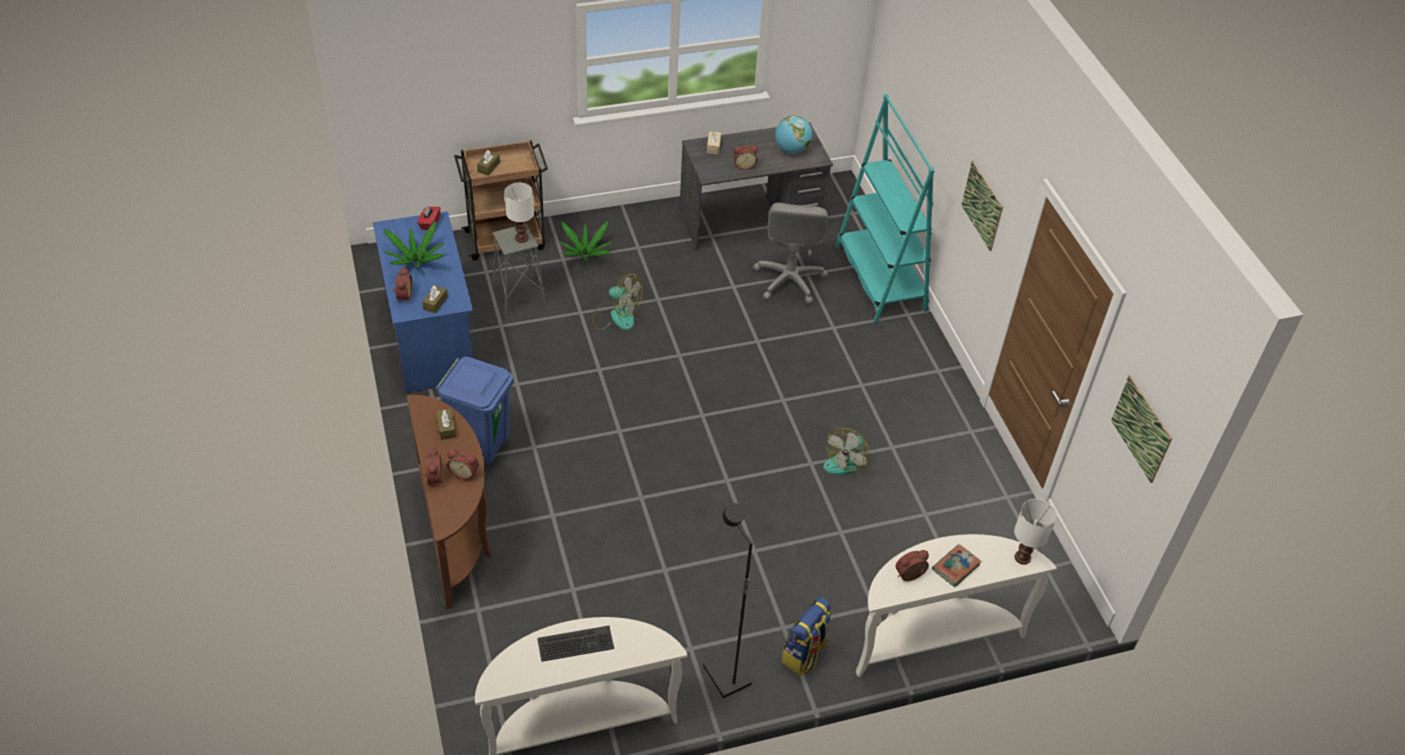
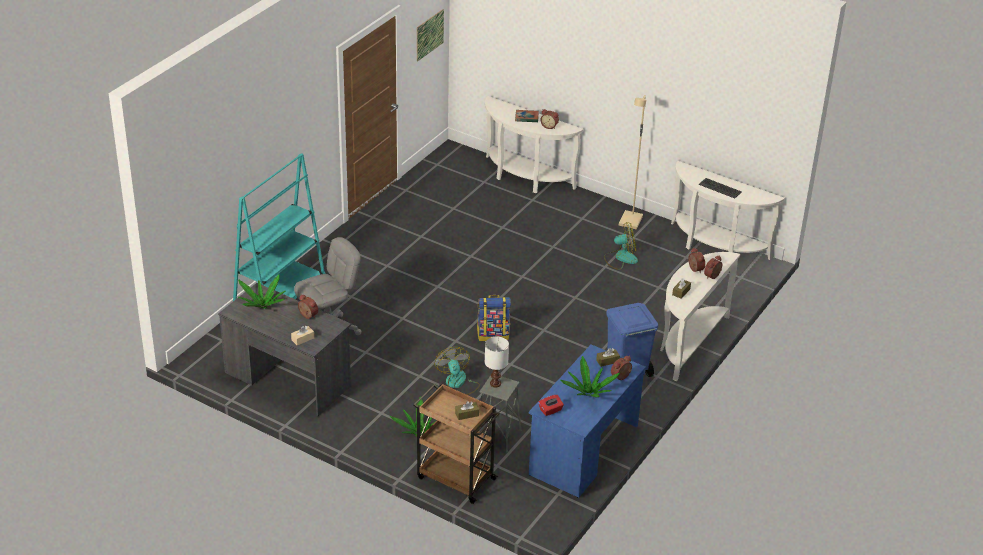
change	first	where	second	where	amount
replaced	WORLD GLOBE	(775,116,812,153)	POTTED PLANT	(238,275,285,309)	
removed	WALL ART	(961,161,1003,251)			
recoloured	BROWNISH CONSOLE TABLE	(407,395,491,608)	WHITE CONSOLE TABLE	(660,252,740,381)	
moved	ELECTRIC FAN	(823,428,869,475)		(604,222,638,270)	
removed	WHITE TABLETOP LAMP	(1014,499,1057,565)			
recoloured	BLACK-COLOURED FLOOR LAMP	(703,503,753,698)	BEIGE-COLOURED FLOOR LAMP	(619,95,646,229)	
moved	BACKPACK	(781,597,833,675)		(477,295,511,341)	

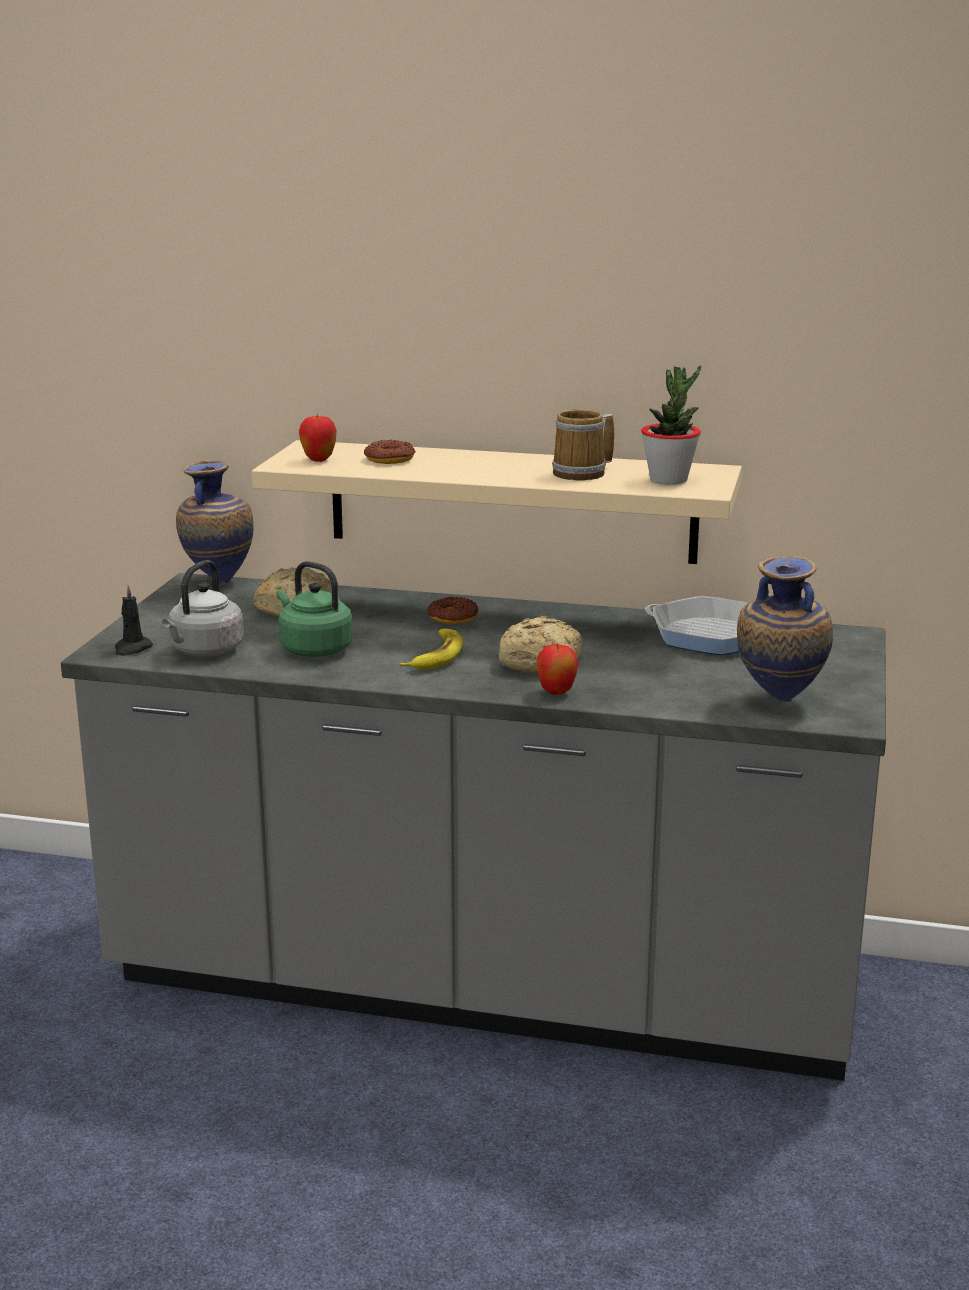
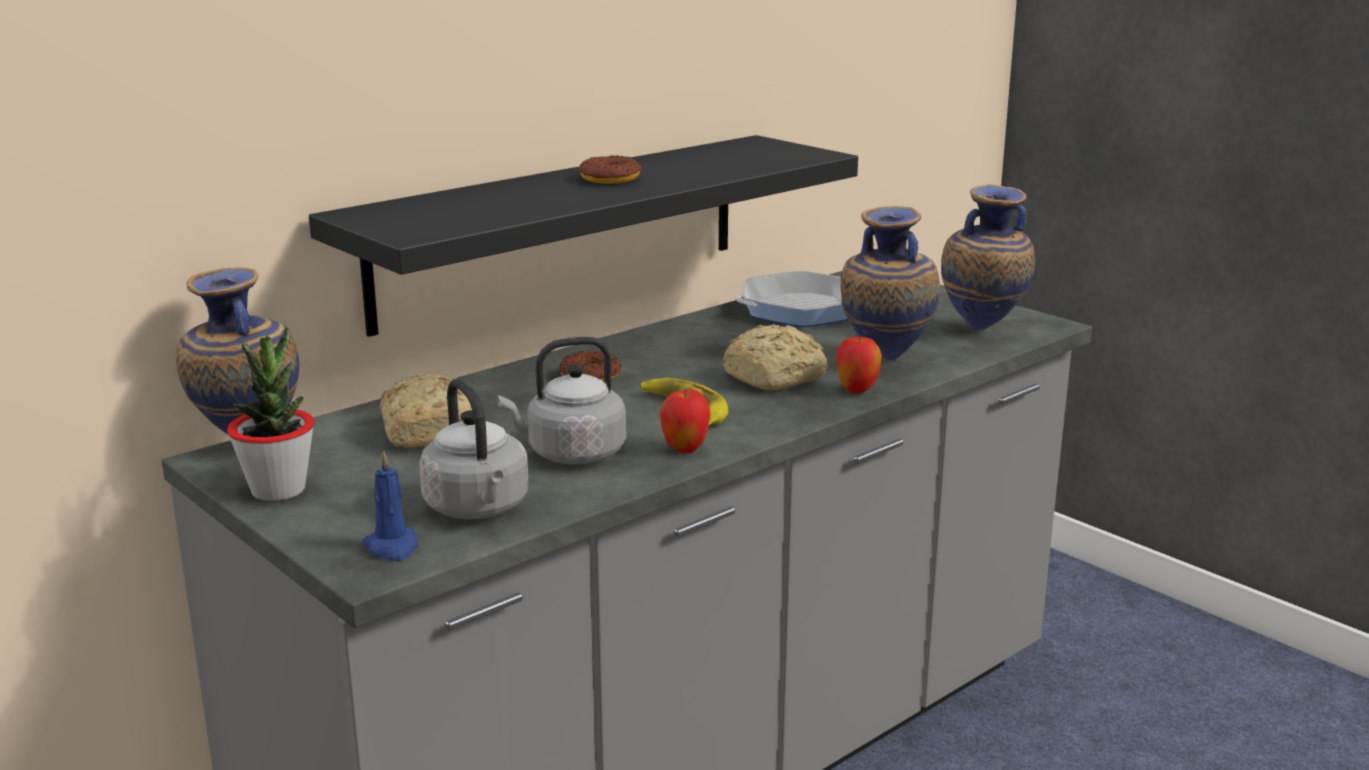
change	first	where	second	where	amount
moved	POTTED PLANT	(641,366,701,485)		(227,327,315,501)	
removed	TEA MUG	(552,409,614,481)			
moved	WHOLE APPLE	(299,414,337,462)		(660,389,710,453)	
recoloured	BEIGE-COLOURED BRACKET SHELF	(252,440,742,564)	BLACK-COLOURED BRACKET SHELF	(309,135,858,337)	
moved	DONUT	(364,440,416,464)		(578,155,641,184)	
recoloured	GREEN TEA KETTLE	(276,561,353,657)	GRAY TEA KETTLE	(497,337,626,464)	
recoloured	BLACK-COLOURED WAX CANDLE	(115,585,153,656)	BLUE WAX CANDLE	(362,451,418,561)	
added			FLOWER VASE	(840,206,940,360)	

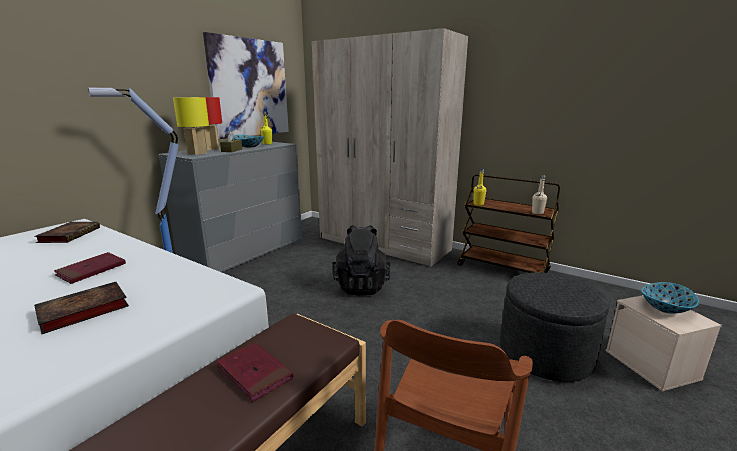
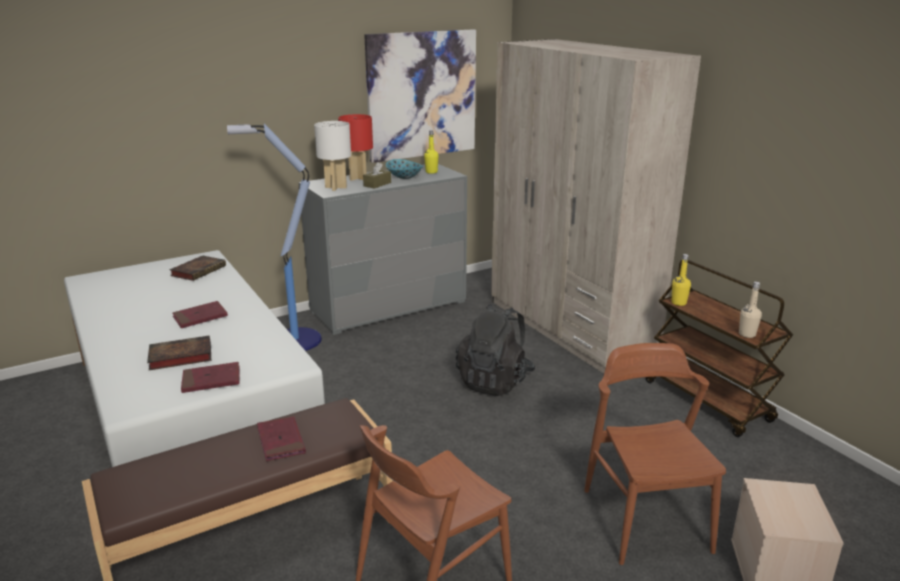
change	first	where	second	where	amount
recoloured	YELLOW-COLOURED TABLETOP LAMP	(173,97,209,155)	WHITE TABLETOP LAMP	(314,121,351,191)	
replaced	GRAY OTTOMAN	(500,272,609,382)	BROWNISH CHAIR	(584,343,726,565)	
removed	SERVING BOWL	(641,282,699,313)			
added			REDDISH BOOK	(181,362,240,393)	

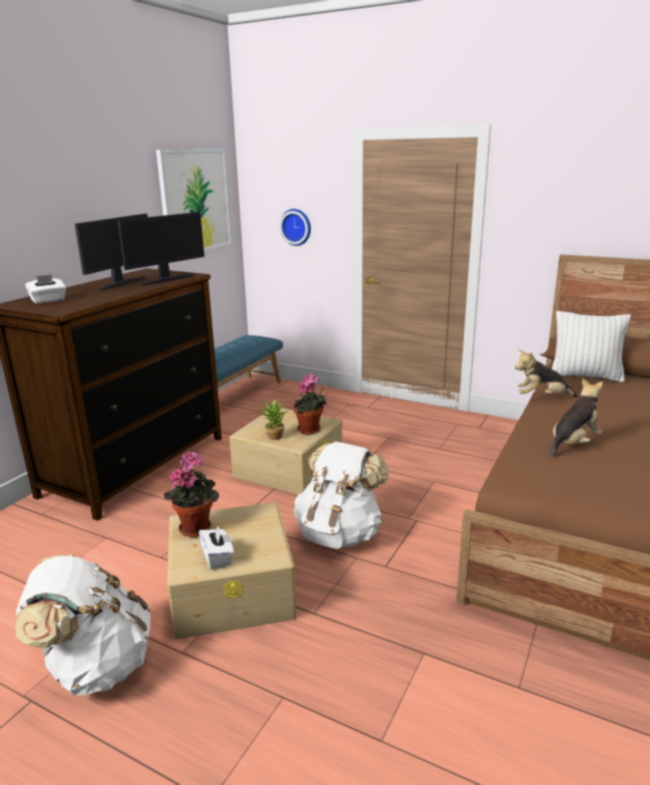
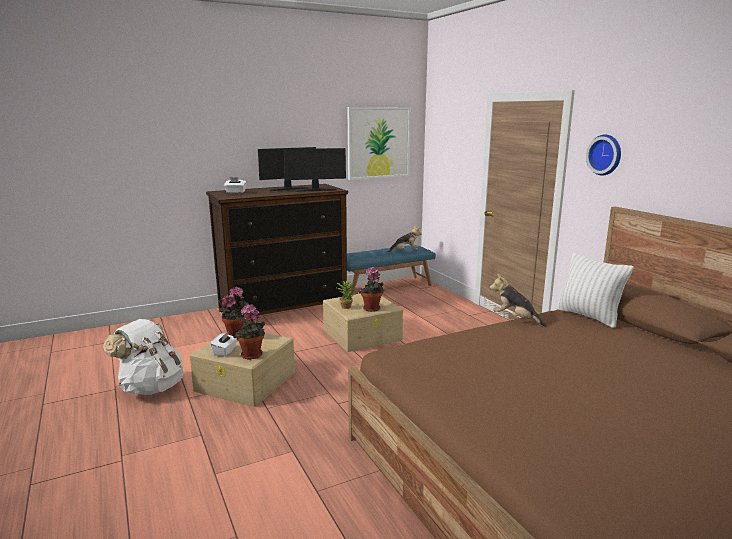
change	first	where	second	where	amount
moved	CLOCK ON THE WALL	(279,209,311,246)		(586,134,621,176)	
moved	SOFT TOY	(550,379,603,458)		(387,225,421,253)	
removed	WHITE BACKPACK	(294,441,389,549)			
added			POTTED PLANT	(233,305,265,360)	

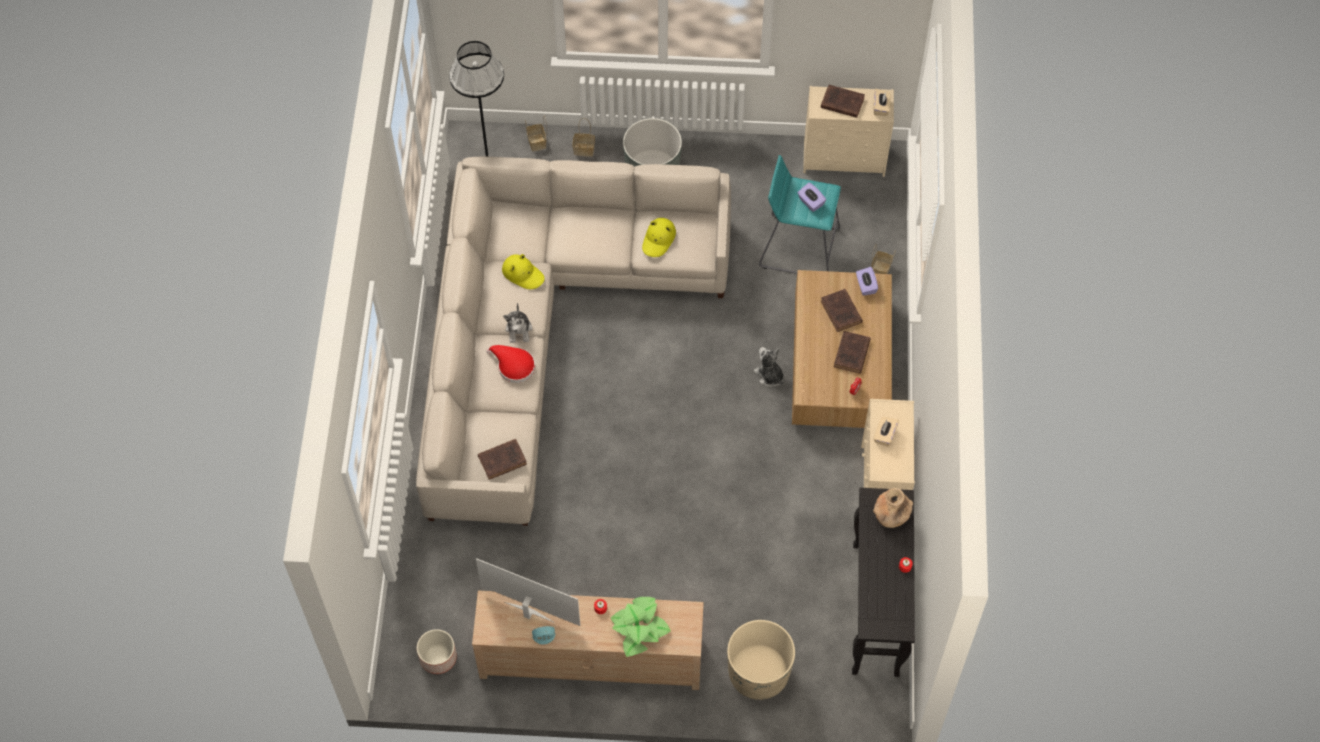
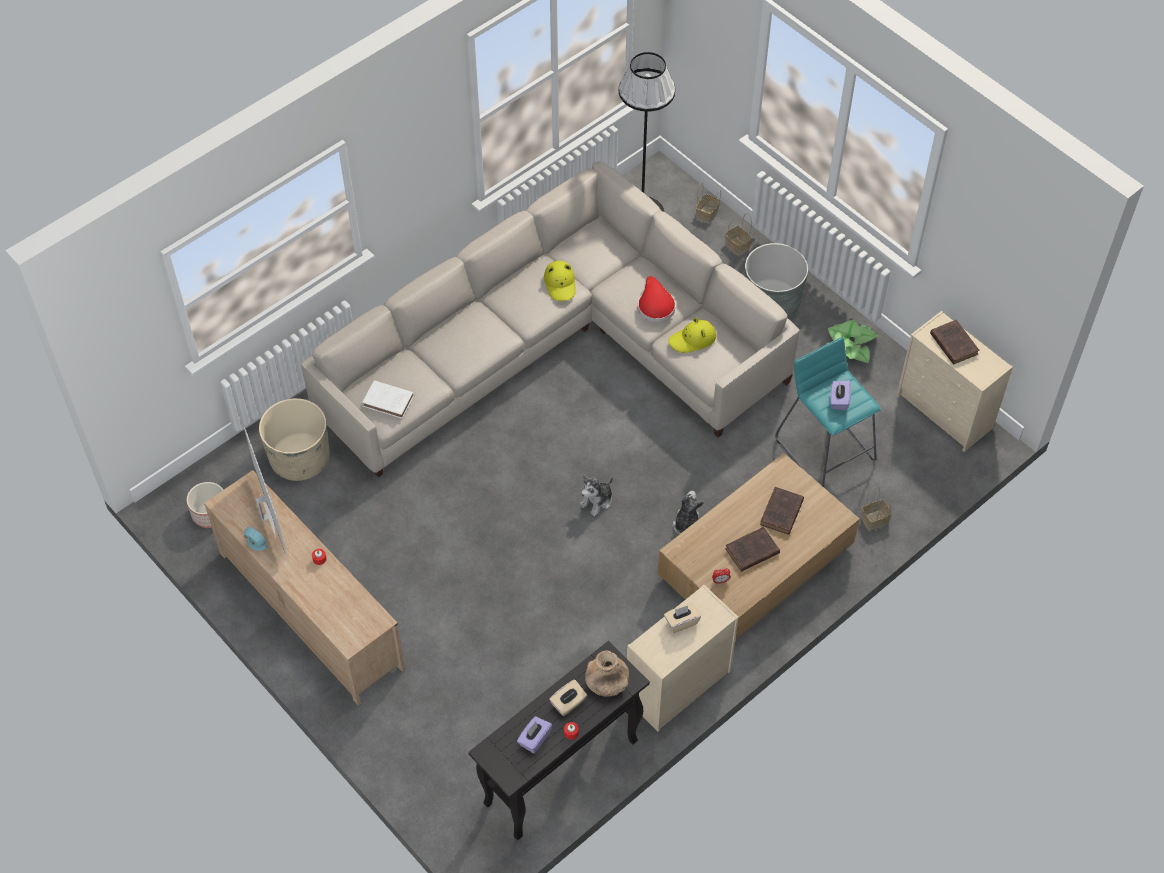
change	first	where	second	where	amount
moved	BEIGE-COLOURED TISSUE BOX	(874,89,891,116)		(549,680,587,716)	
moved	PURPLISH TISSUE BOX	(856,267,878,296)		(517,716,552,754)	
moved	SOFT TOY	(503,303,532,343)		(580,475,613,516)	
moved	REDDISH WEARABLE HAT	(486,345,535,383)		(638,276,675,323)	
recoloured	BROWNISH BOOK	(478,439,527,480)	WHITE BOOK	(362,380,414,419)	
moved	POTTED PLANT	(611,597,671,657)		(827,320,878,363)	
moved	BEIGE-COLOURED PLANTER	(727,620,795,700)		(259,398,330,481)	

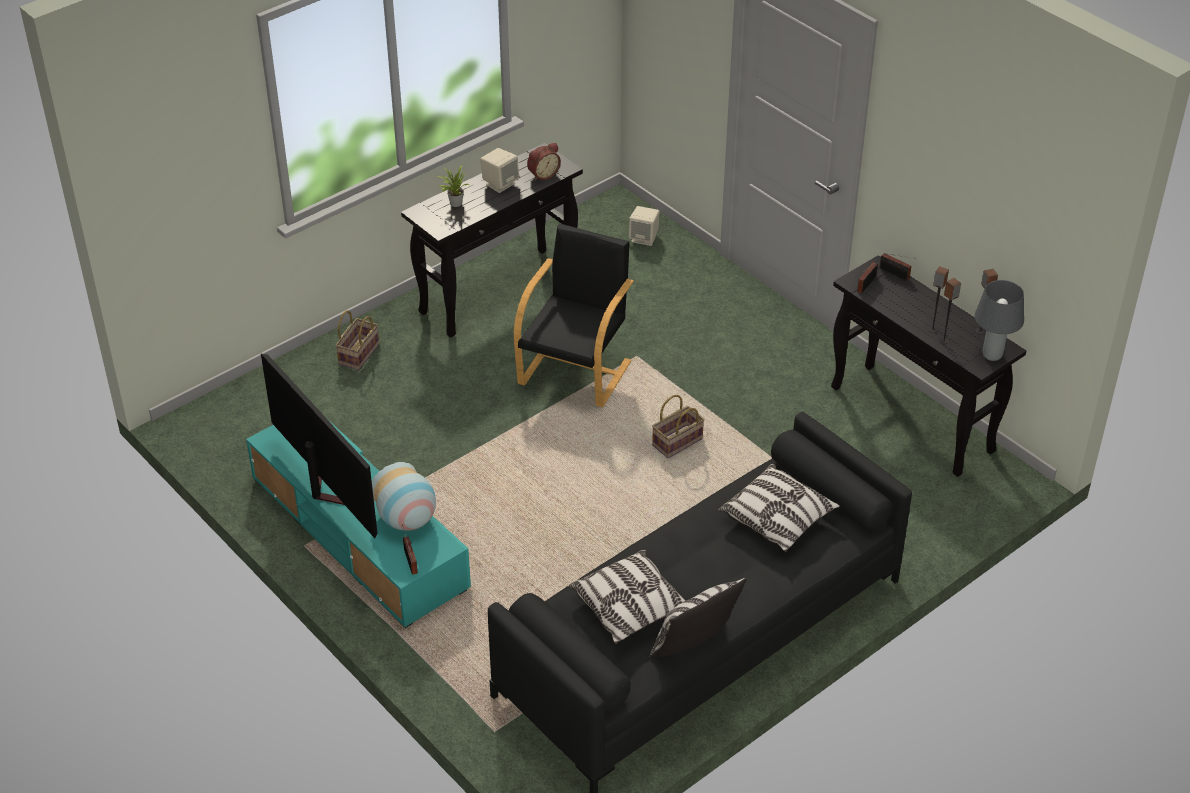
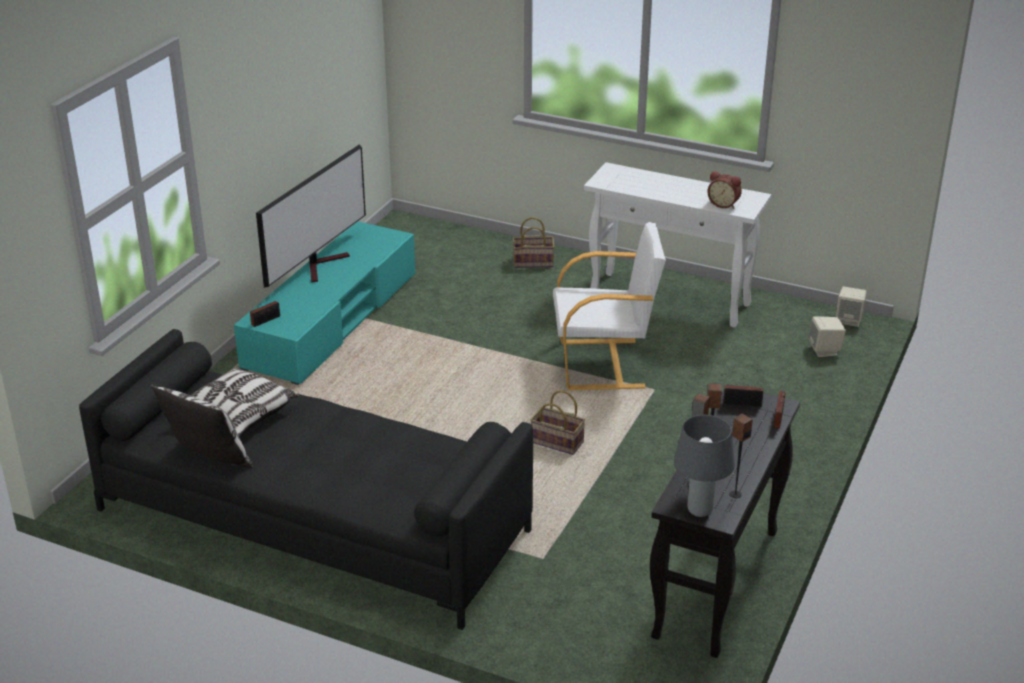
change	first	where	second	where	amount
recoloured	BLACK-COLOURED CONSOLE TABLE	(401,143,583,338)	WHITE CONSOLE TABLE	(584,162,771,328)	
moved	BEIGE-COLOURED AUDIO SPEAKER	(480,148,519,193)		(836,286,867,327)	
removed	POTTED PLANT	(437,165,469,207)			
recoloured	BLACK-COLOURED EASY CHAIR	(514,224,634,407)	WHITE EASY CHAIR	(553,222,666,390)	
removed	FLOWER VASE	(372,462,436,531)			
removed	THROW PILLOW	(719,464,840,552)			

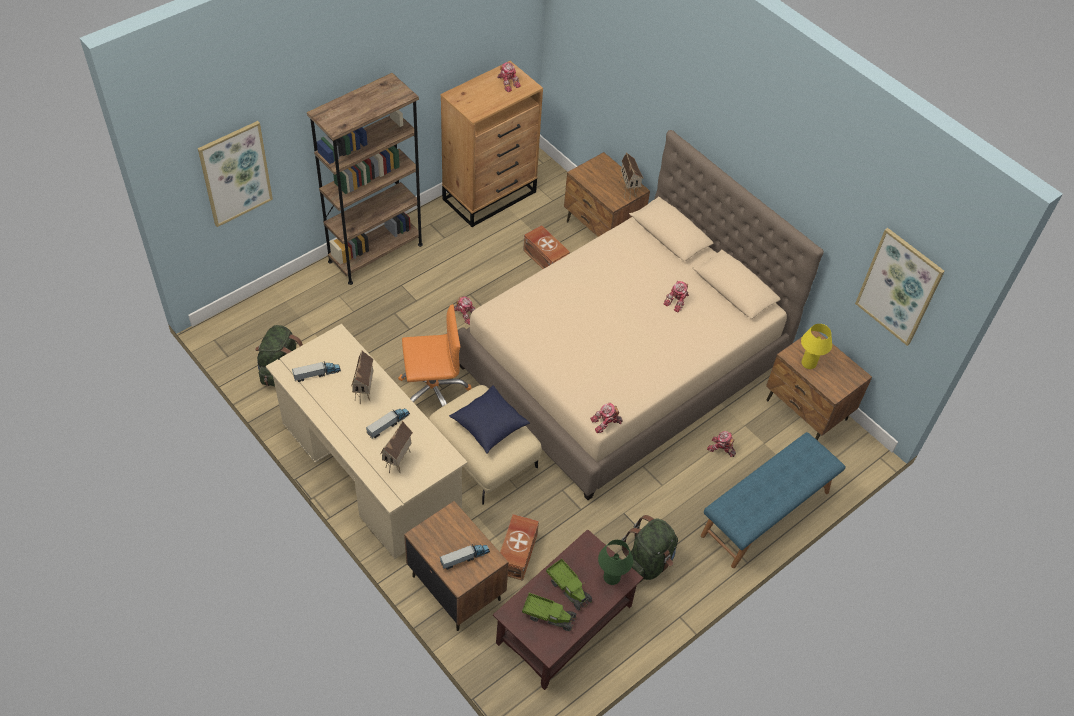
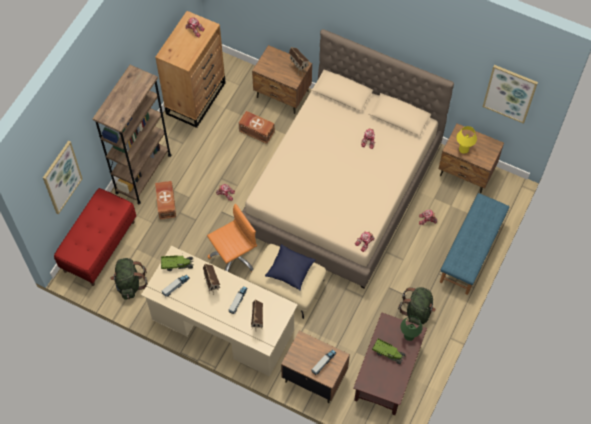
change	first	where	second	where	amount
moved	BROWNISH STORAGE CONTAINER	(500,514,539,581)		(155,181,176,220)	
moved	TOY TRUCK	(522,593,577,631)		(161,255,194,271)	
added			REDDISH LONG SEAT	(54,188,136,286)	

